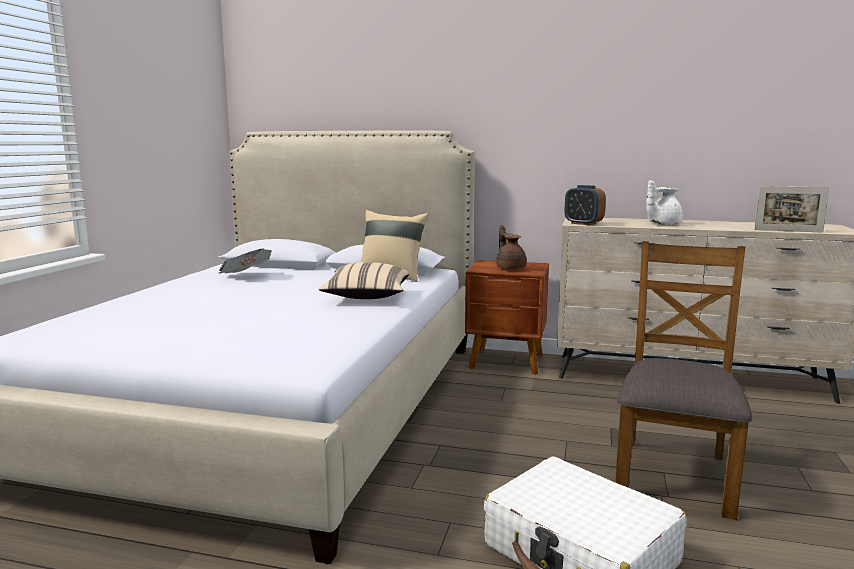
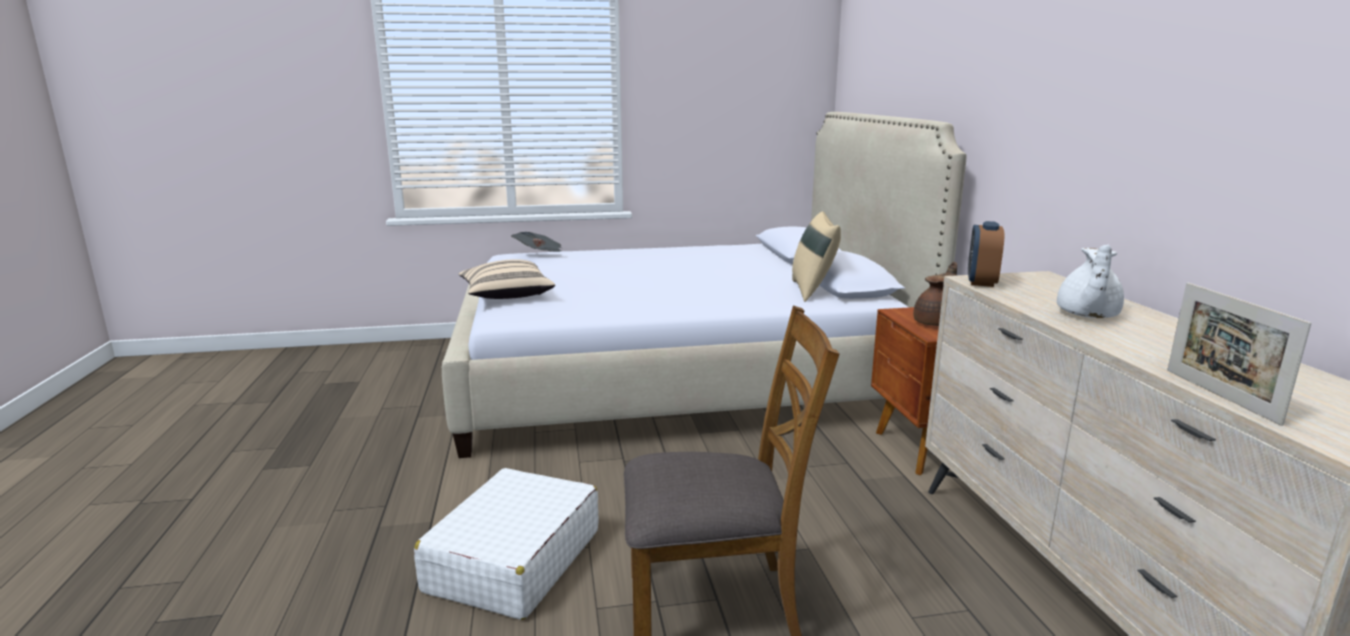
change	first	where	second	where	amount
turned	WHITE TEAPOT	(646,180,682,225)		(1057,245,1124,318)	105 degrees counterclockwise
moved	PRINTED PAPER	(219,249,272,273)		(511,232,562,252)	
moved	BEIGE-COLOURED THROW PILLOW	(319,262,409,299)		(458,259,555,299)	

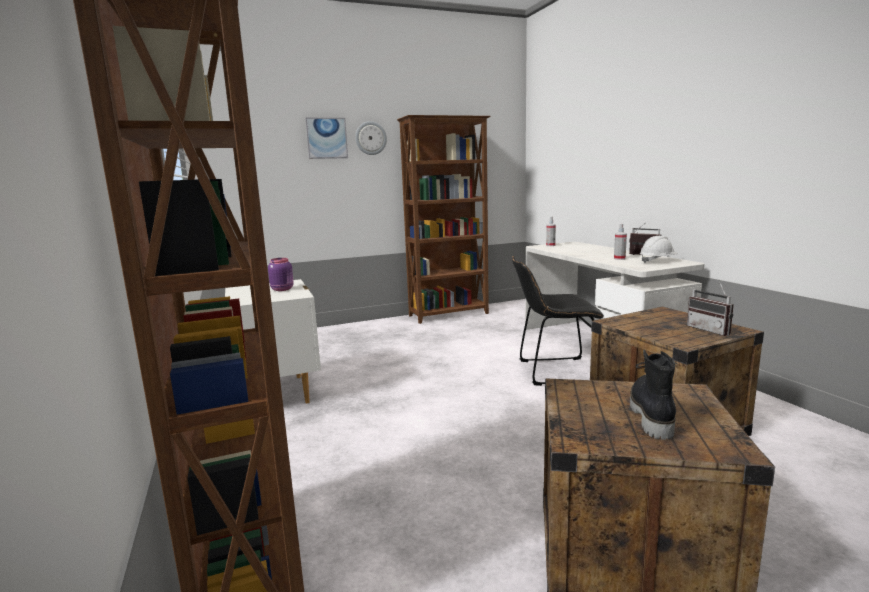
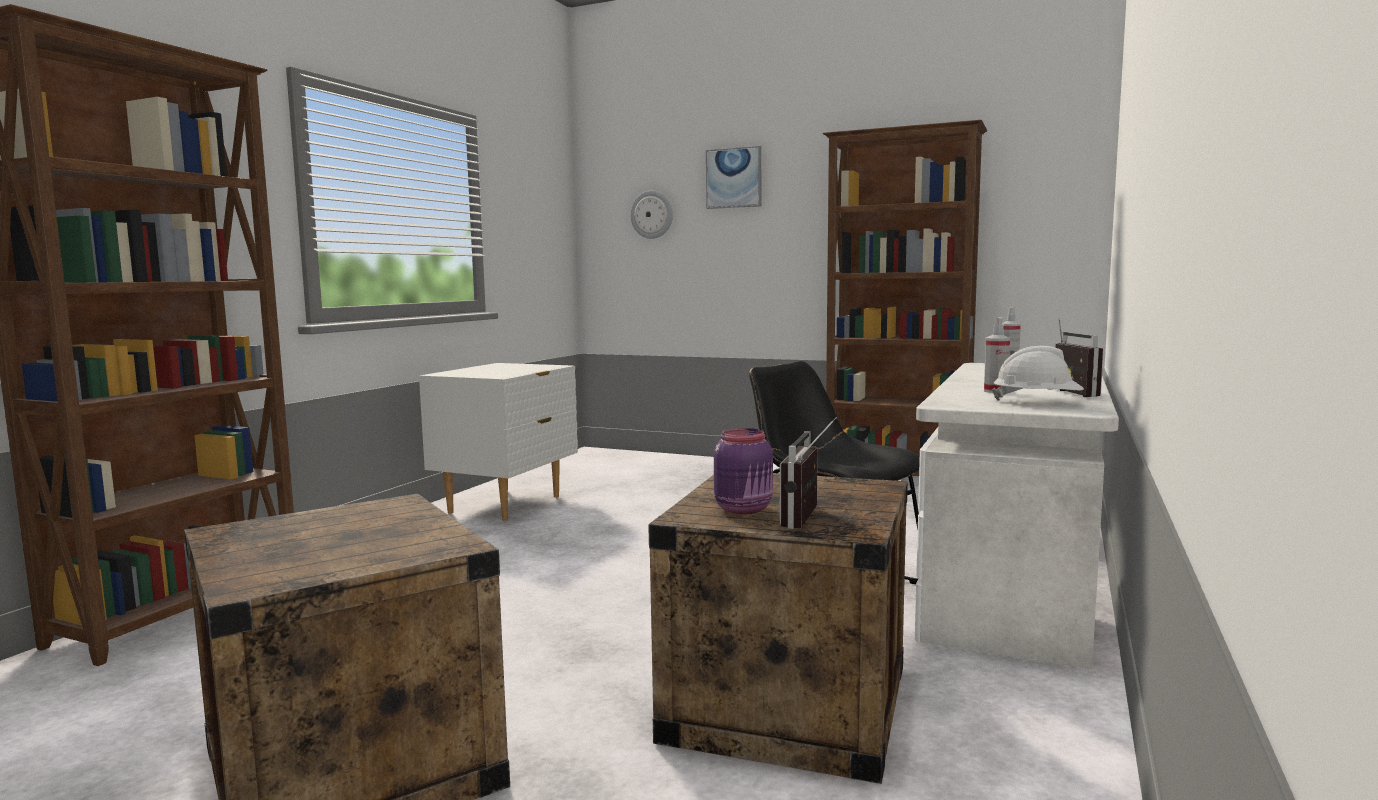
change	first	where	second	where	amount
moved	CLOCK ON THE WALL	(355,121,387,155)		(630,191,673,239)	
moved	PURPLISH STORAGE JAR	(268,258,294,291)		(714,428,773,514)	
removed	BLACK-COLOURED TALL BOOT	(630,350,677,440)			

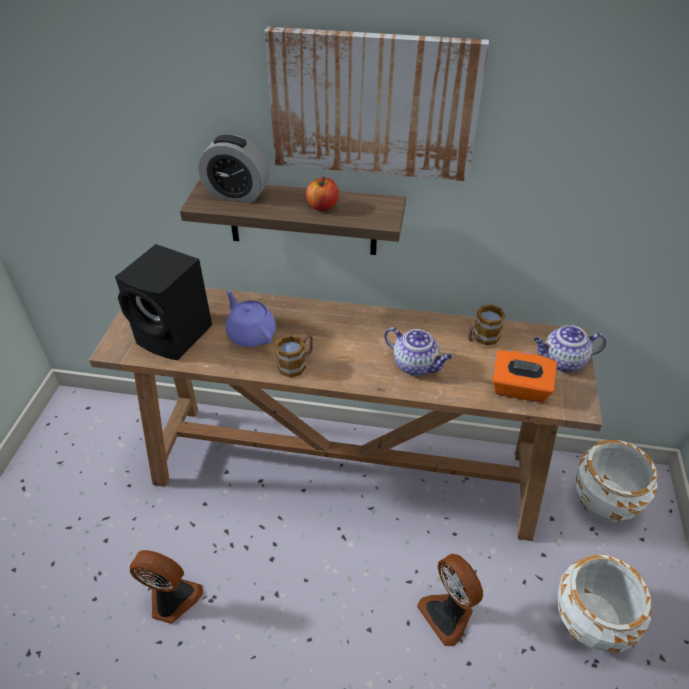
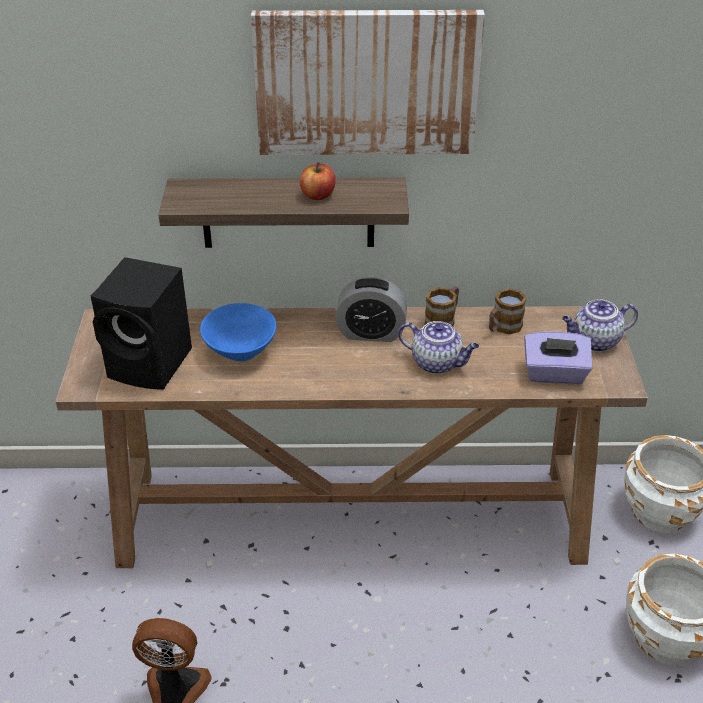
change	first	where	second	where	amount
moved	TABLE CLOCK	(198,135,269,203)		(335,277,407,342)	
replaced	PURPLISH TEAPOT	(226,290,276,347)	BLUE SERVING BOWL	(200,303,276,361)	
moved	TEA MUG	(275,334,313,378)		(424,286,459,326)	
recoloured	ORANGE-COLOURED TISSUE BOX	(492,350,557,403)	PURPLISH TISSUE BOX	(524,331,593,384)	
removed	ELECTRIC FAN	(417,554,483,646)			

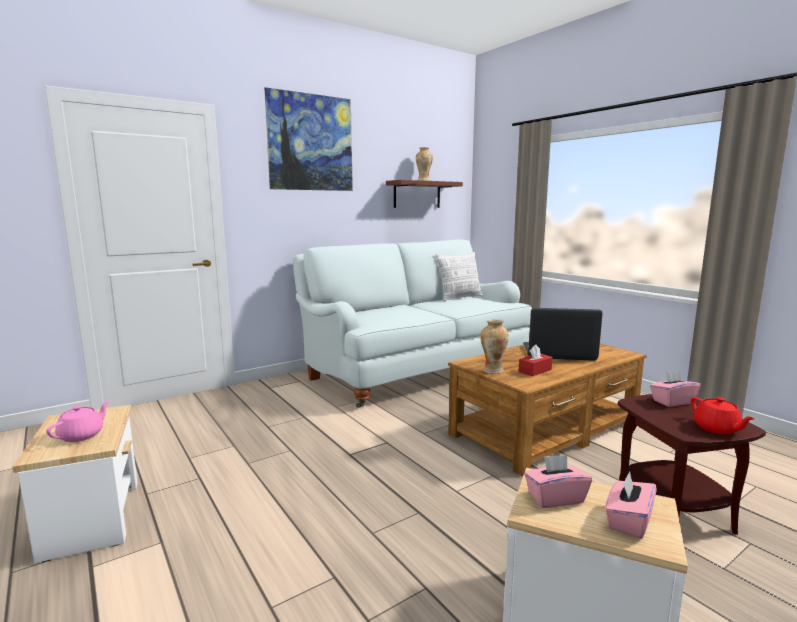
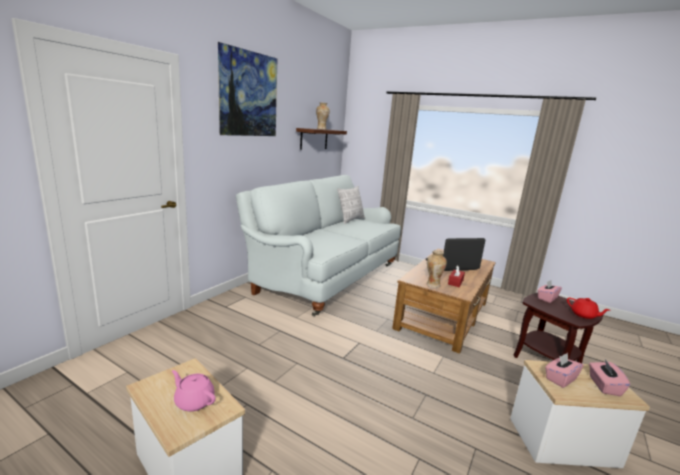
change	first	where	second	where	amount
turned	PINKISH TEAPOT	(46,400,110,442)		(172,370,216,412)	60 degrees counterclockwise

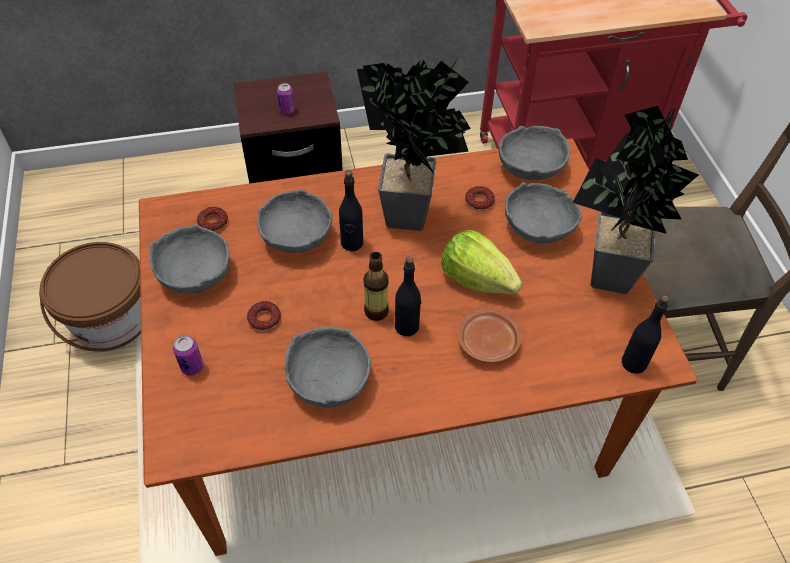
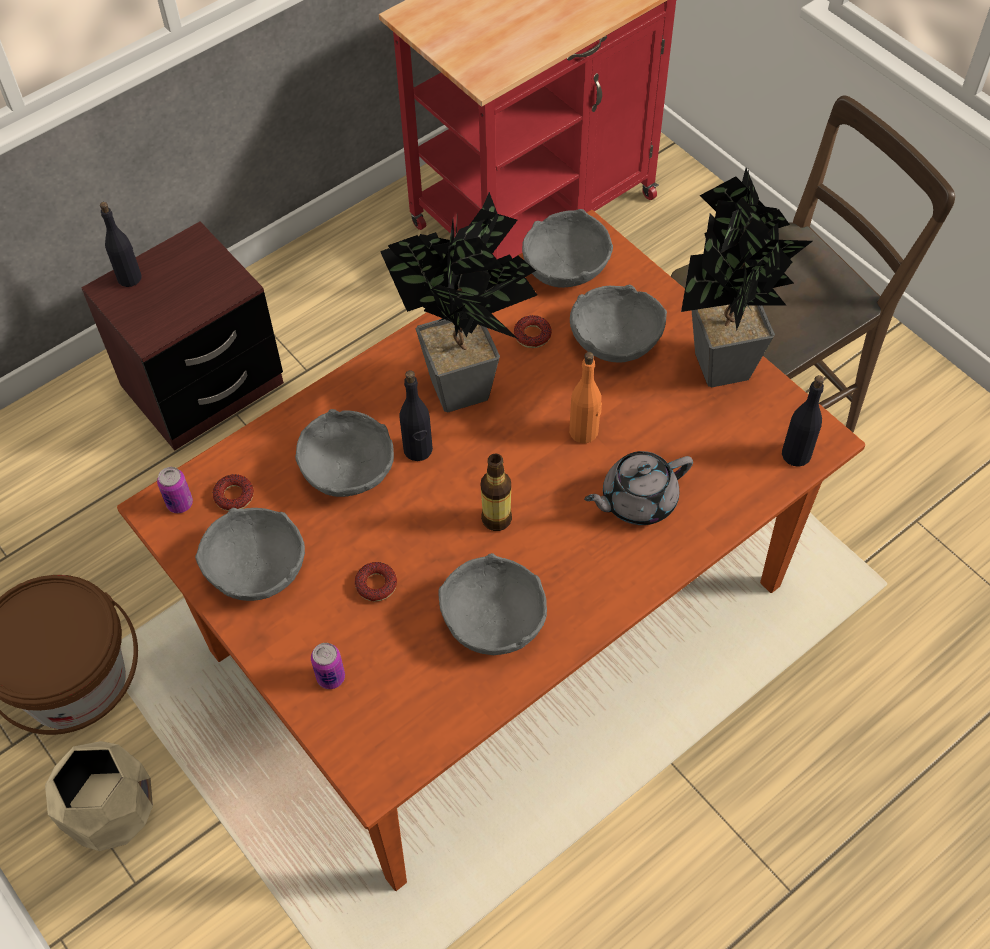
change	first	where	second	where	amount
moved	CAN	(277,83,295,114)		(157,467,193,513)	
replaced	LETTUCE	(441,230,523,294)	ORANGE-COLOURED BEVERAGE BOTTLE	(569,352,602,443)	
moved	BLACK-COLOURED BEVERAGE BOTTLE	(395,257,421,336)		(100,202,141,287)	
replaced	BROWNISH DINNER PLATE	(457,308,522,363)	GRAY TEAPOT	(584,451,693,525)	
added			BEIGE-COLOURED PLANTER	(45,741,153,851)	

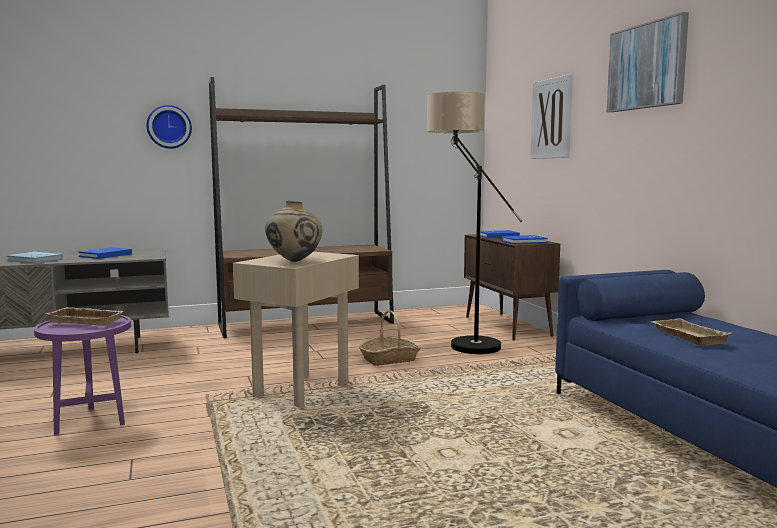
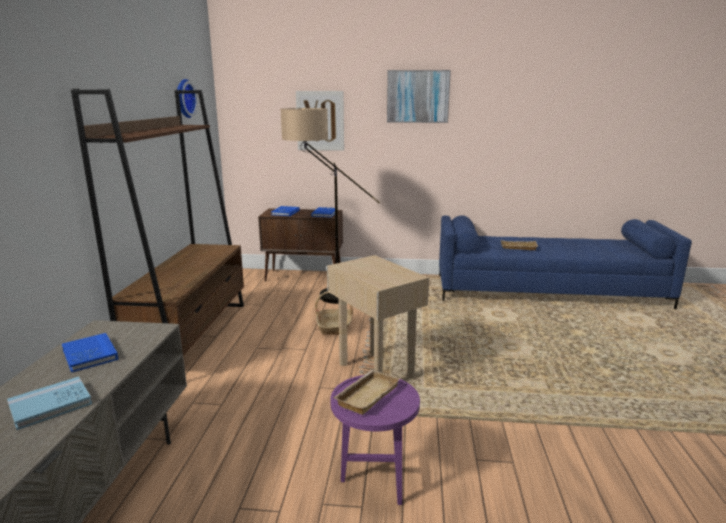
change	first	where	second	where	amount
moved	CLOCK ON THE WALL	(147,105,192,149)		(177,79,198,118)	
removed	BEIGE-COLOURED FLOWER VASE	(265,201,322,262)			

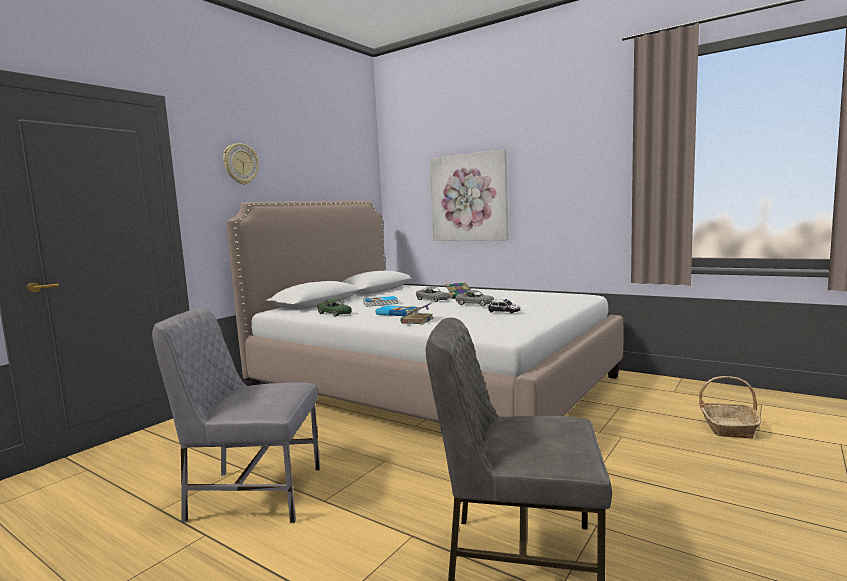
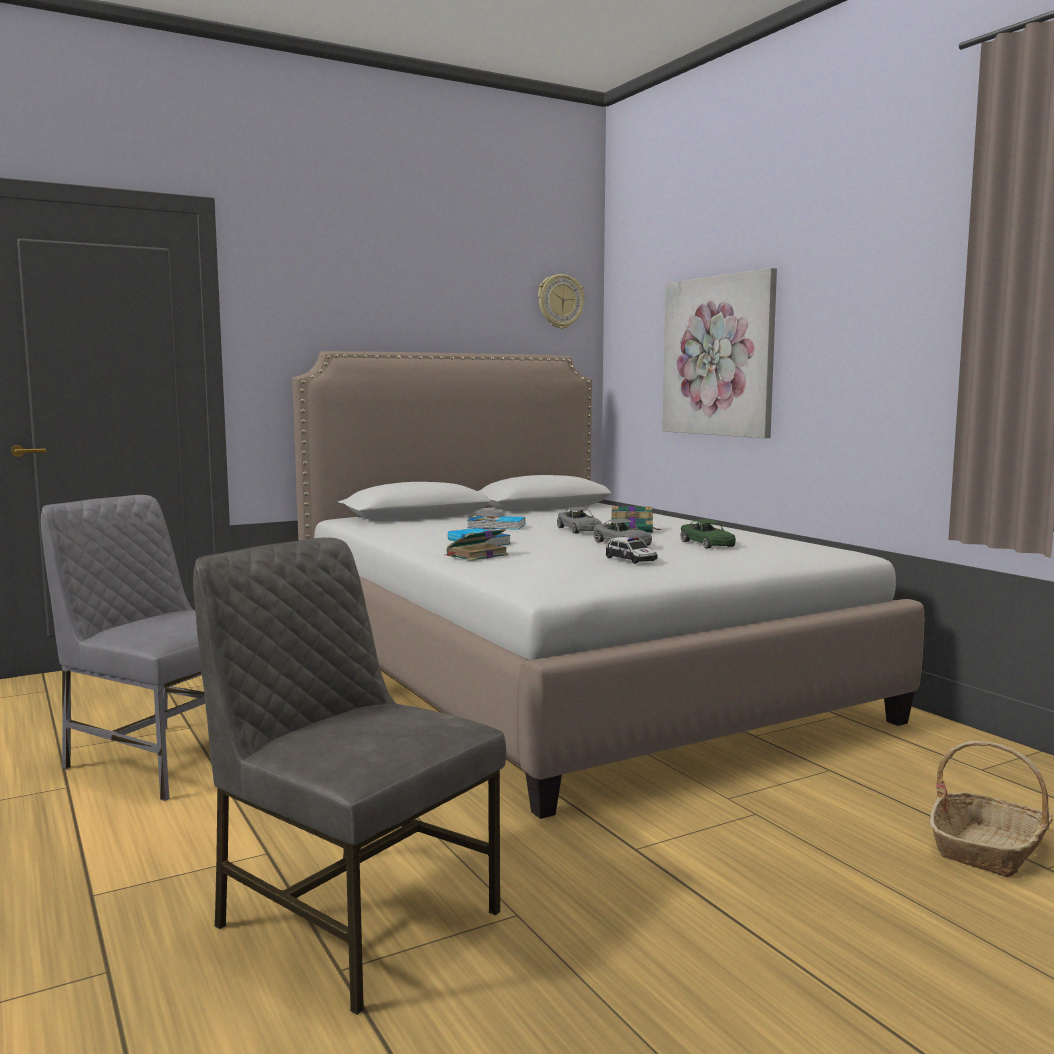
change	first	where	second	where	amount
moved	CLOCK ON THE WALL	(223,143,259,185)		(538,274,584,329)	
moved	GREEN MODEL CAR	(317,299,352,317)		(680,519,736,549)	

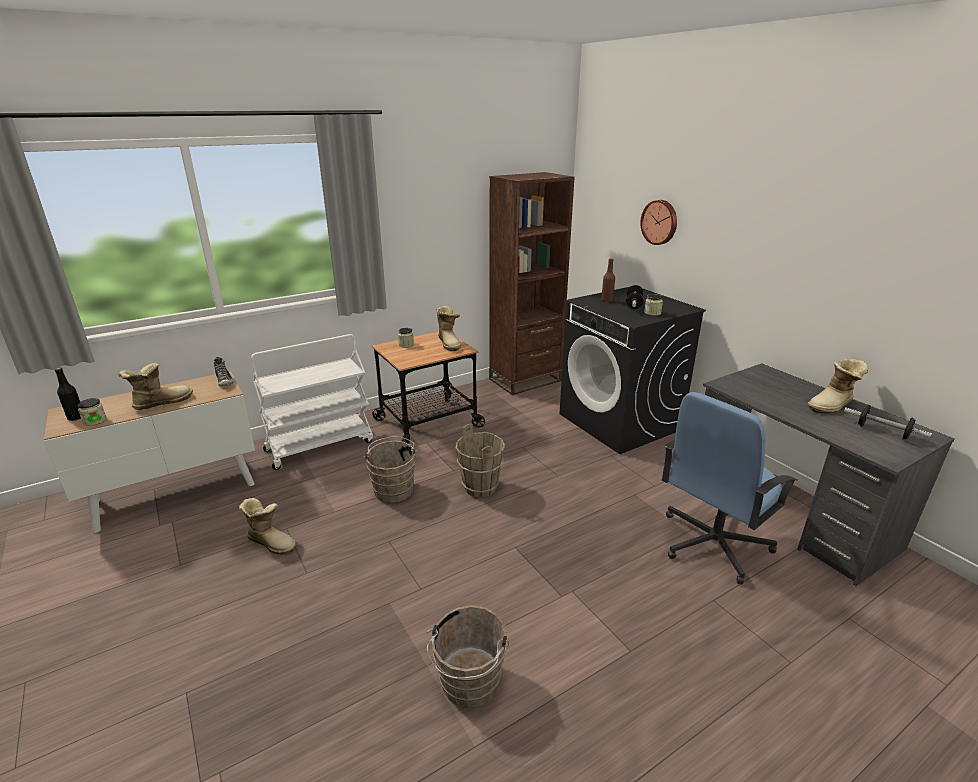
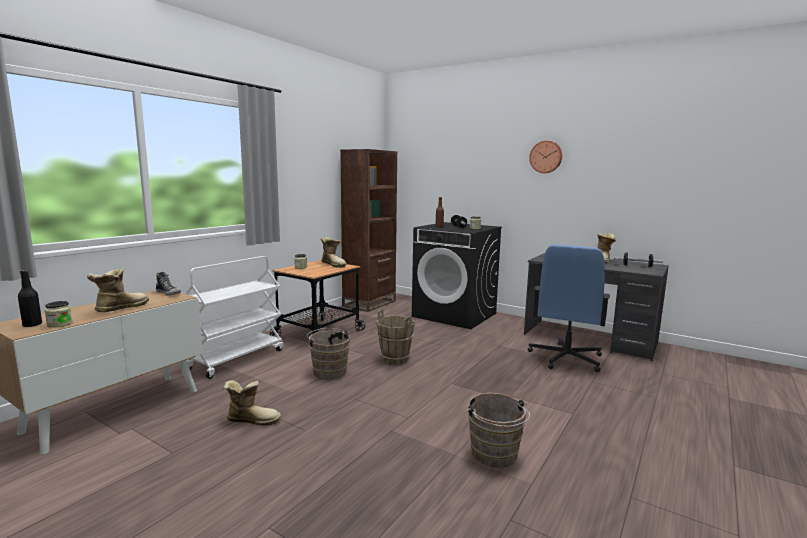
change	first	where	second	where	amount
moved	CLOCK ON THE WALL	(640,200,677,245)		(529,140,562,173)	

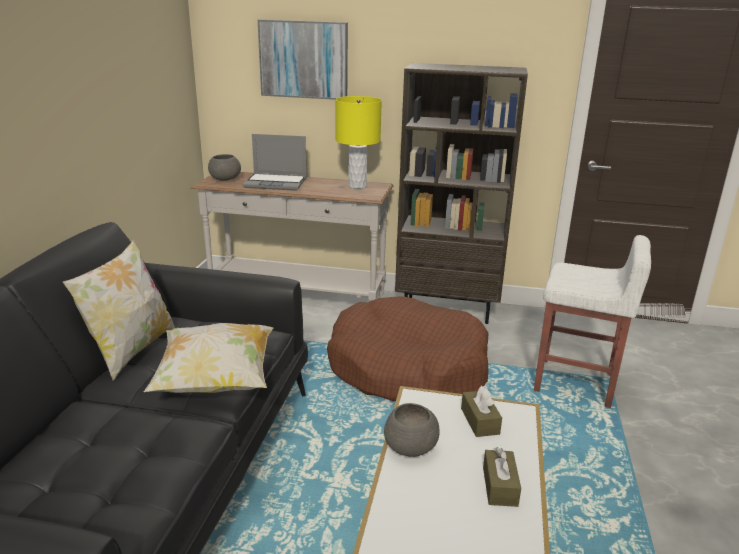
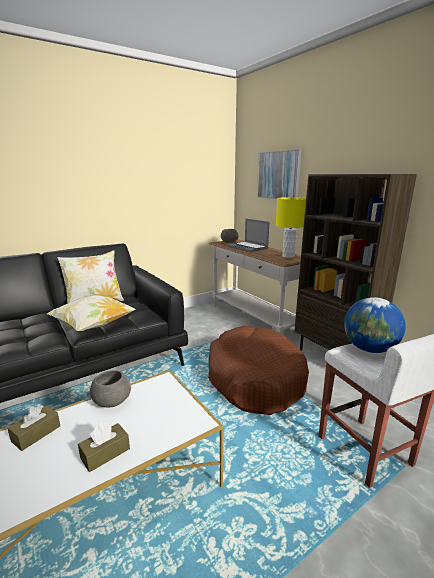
change	first	where	second	where	amount
moved	BROWNISH TISSUE BOX	(461,386,502,437)		(7,405,60,451)	
added			WORLD GLOBE	(344,297,406,353)	

